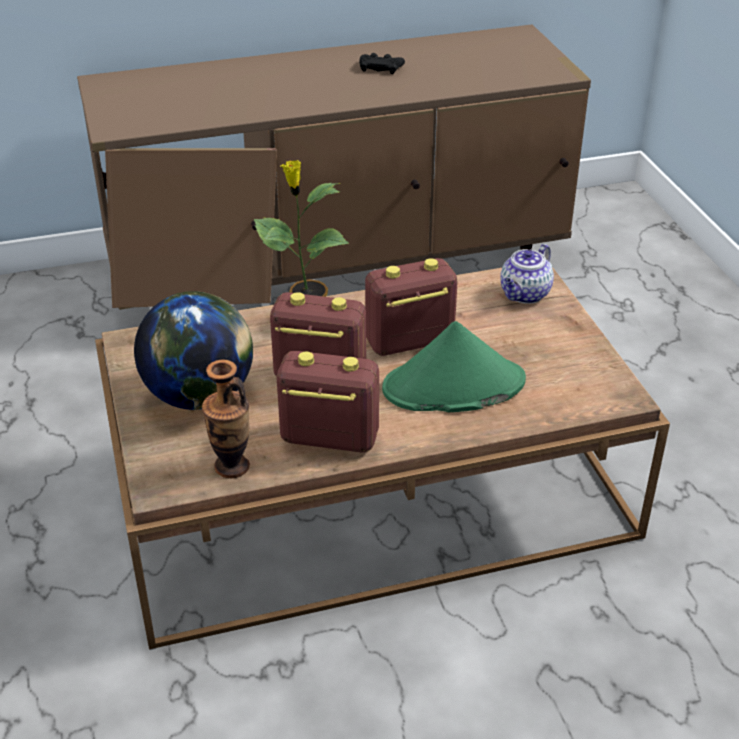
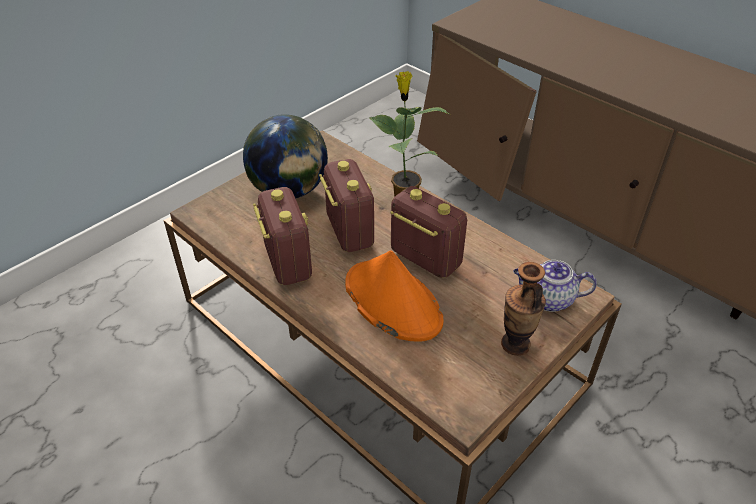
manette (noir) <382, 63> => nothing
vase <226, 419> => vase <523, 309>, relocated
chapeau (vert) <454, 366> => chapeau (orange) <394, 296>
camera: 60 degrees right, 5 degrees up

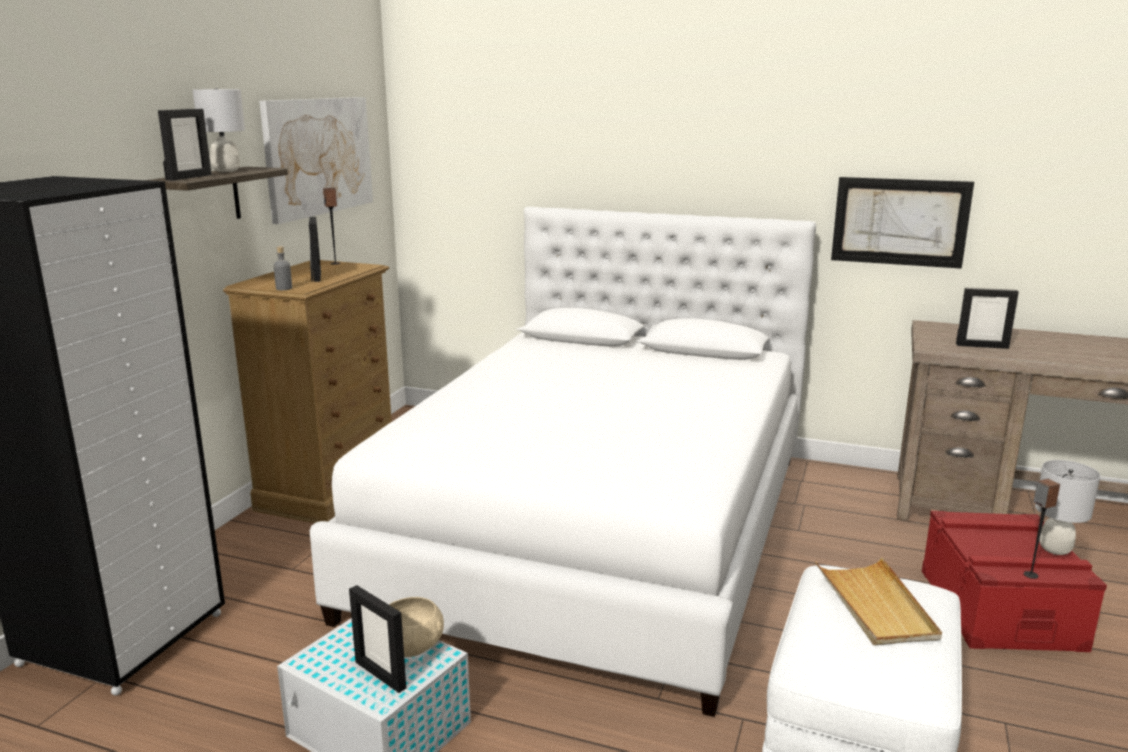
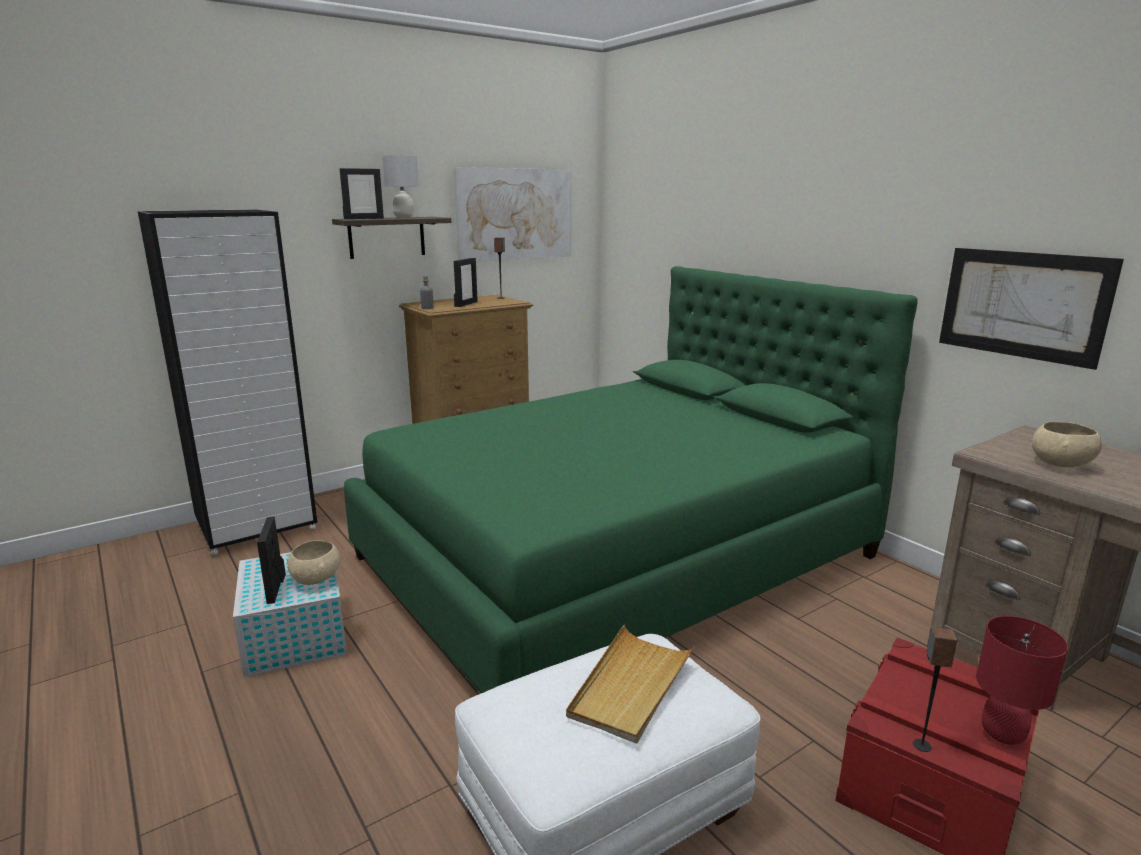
cadre photo <987, 318> => bol (beige) <1067, 444>
lit (blanc) <563, 461> => lit (vert) <631, 479>
lampe de table (gris) <1068, 507> => lampe de table (rouge) <1022, 680>
camera: 35 degrees right, 0 degrees up

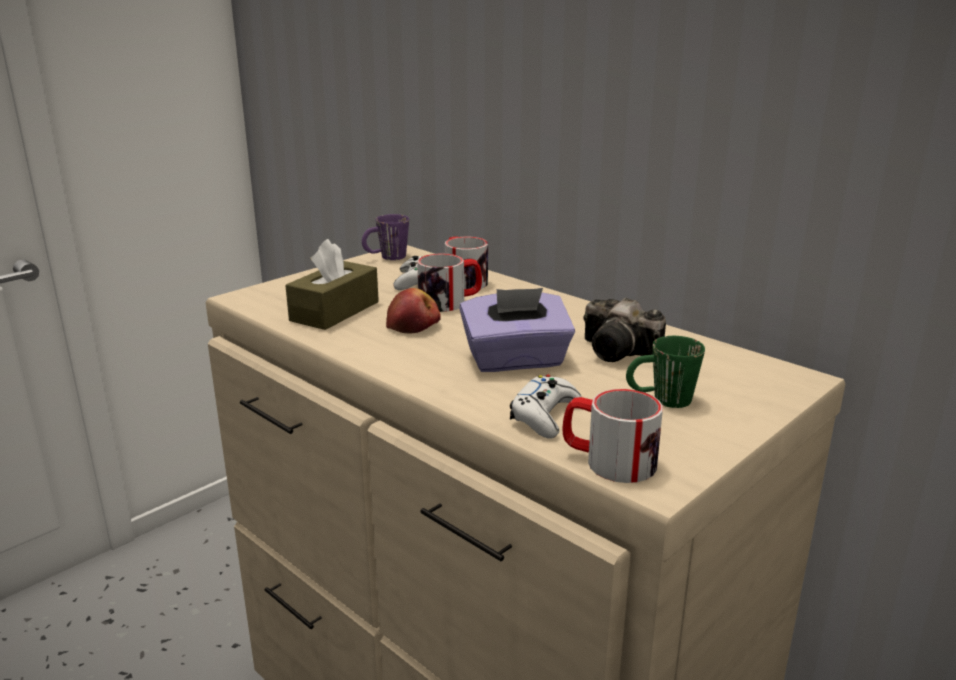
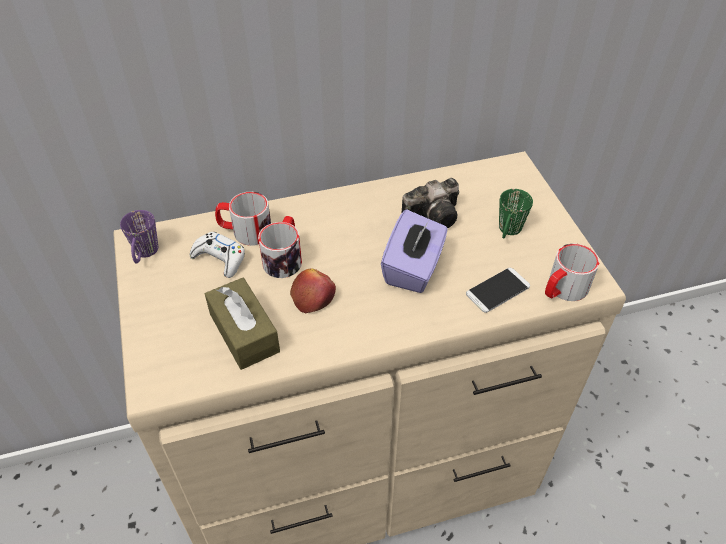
manette (blanc) <546, 407> => téléphone <498, 290>
camera: 60 degrees left, 25 degrees up

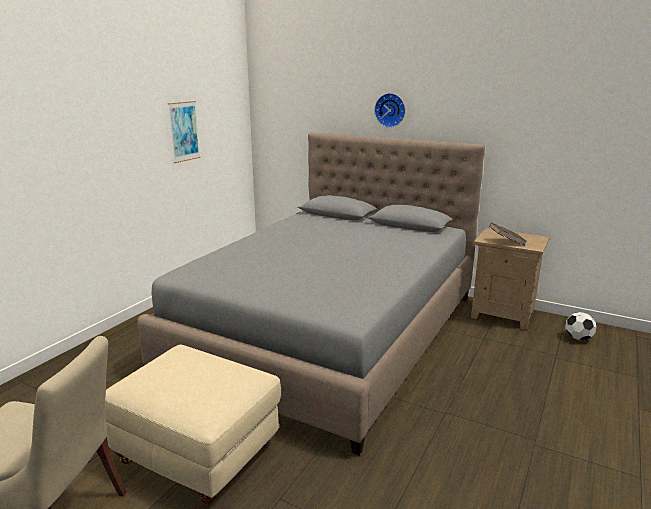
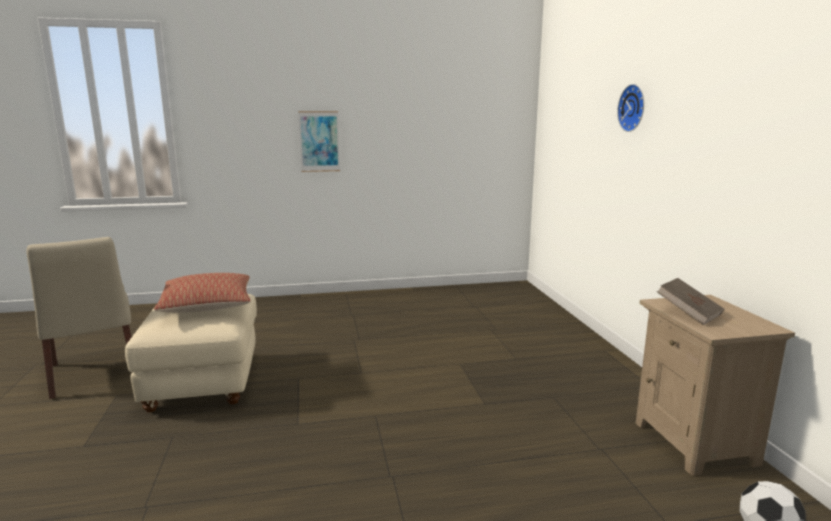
lit (gris) <311, 293> => nothing
nothing => coussin <202, 293>
tableau <184, 132> => tableau <319, 141>, relocated
camera: 50 degrees right, 5 degrees down

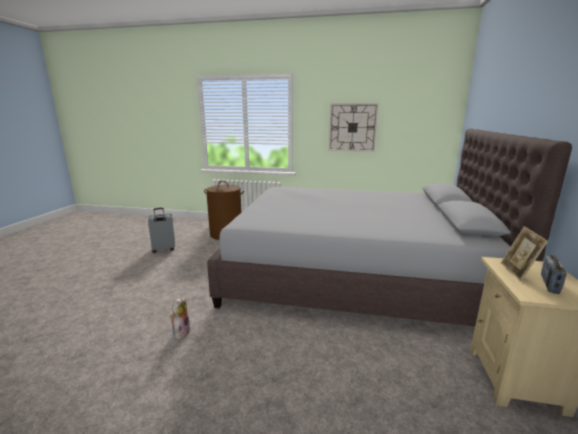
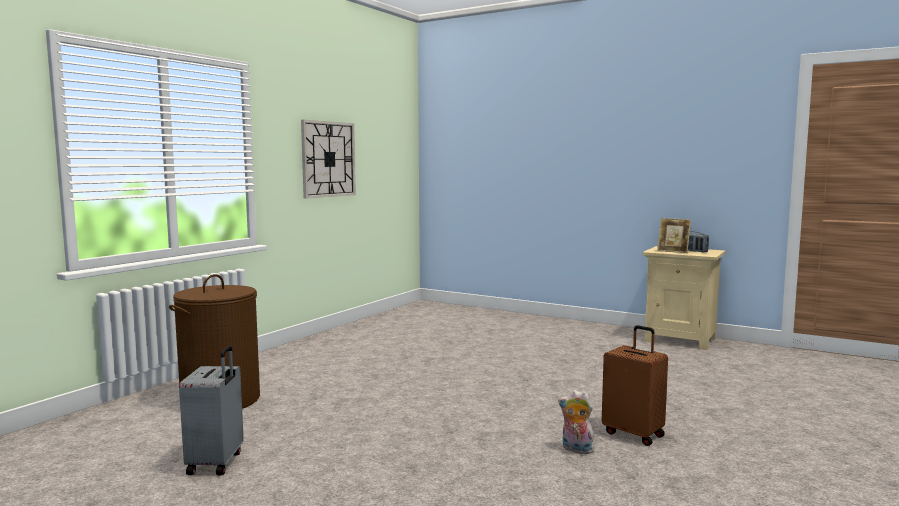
lit (gris) <389, 227> => nothing
nothing => valise (marron) <635, 385>
camera: 70 degrees left, 10 degrees down

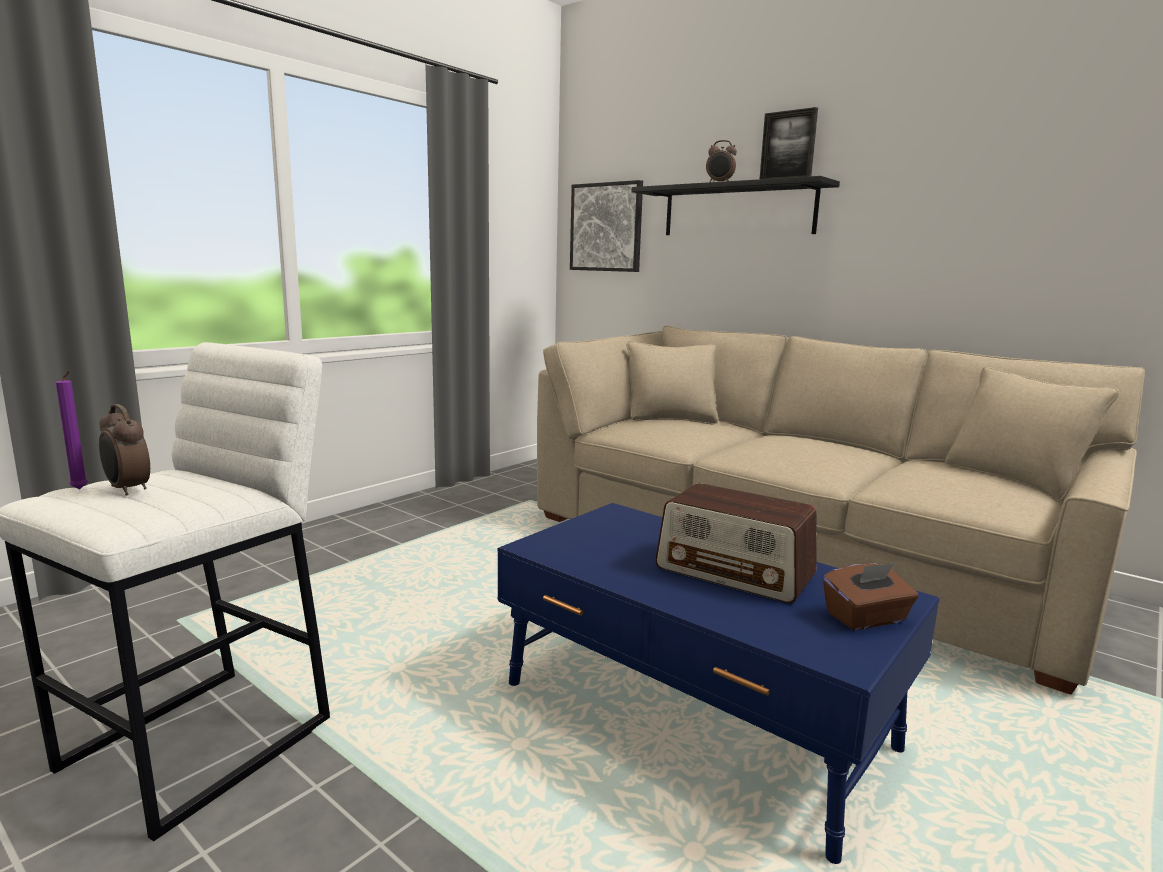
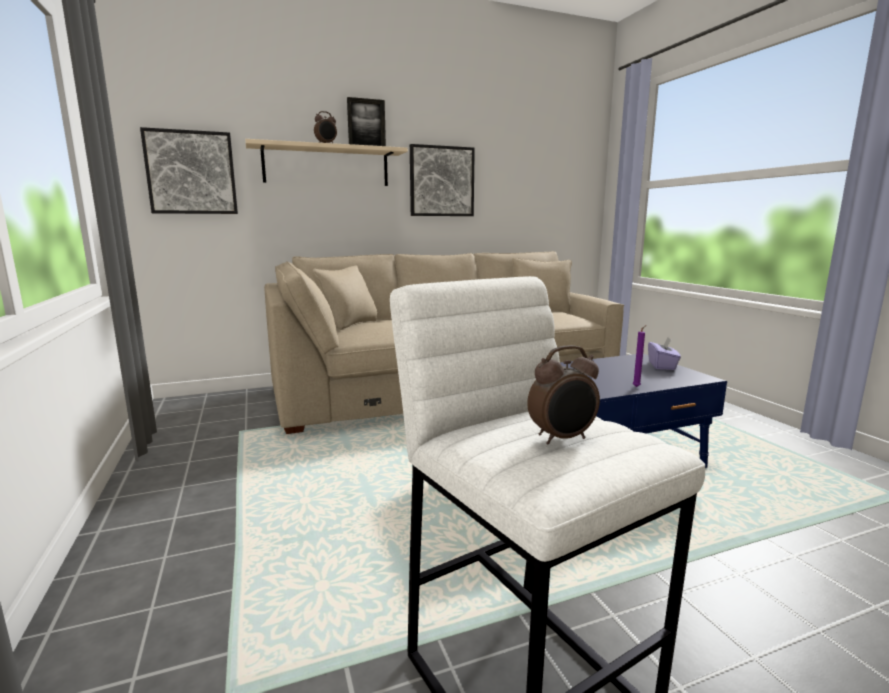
radio <736, 543> => nothing
nothing => tableau <442, 180>
bougie (violet) <72, 429> => bougie (violet) <639, 356>, relocated
étagère (noir) <736, 205> => étagère (beige) <326, 162>
boîte à mouchoirs (marron) <871, 596> => boîte à mouchoirs (violet) <664, 354>
camera: 60 degrees left, 0 degrees up

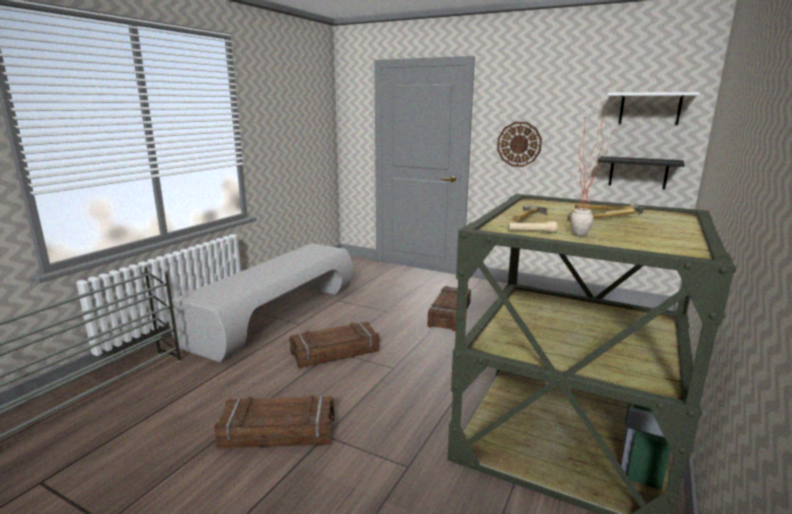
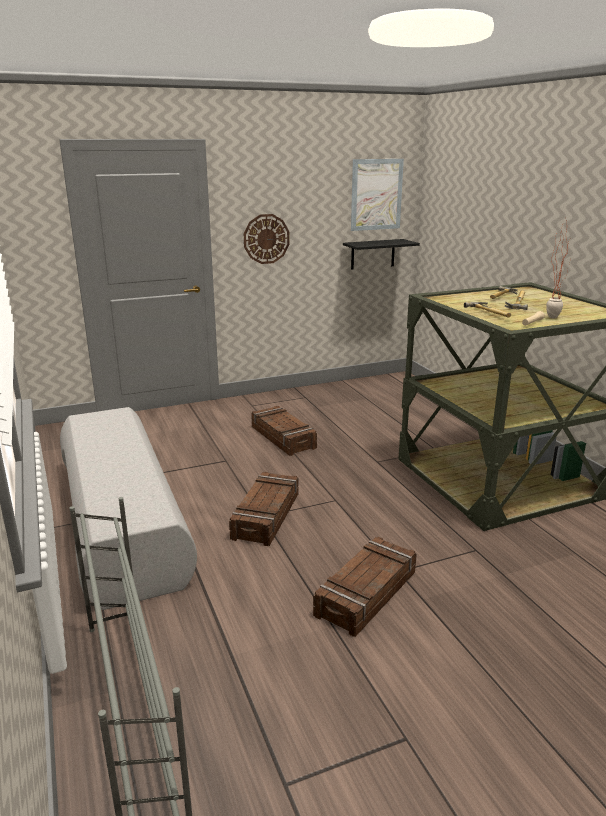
étagère (blanc) <654, 108> => tableau <377, 195>
camera: 50 degrees left, 5 degrees up

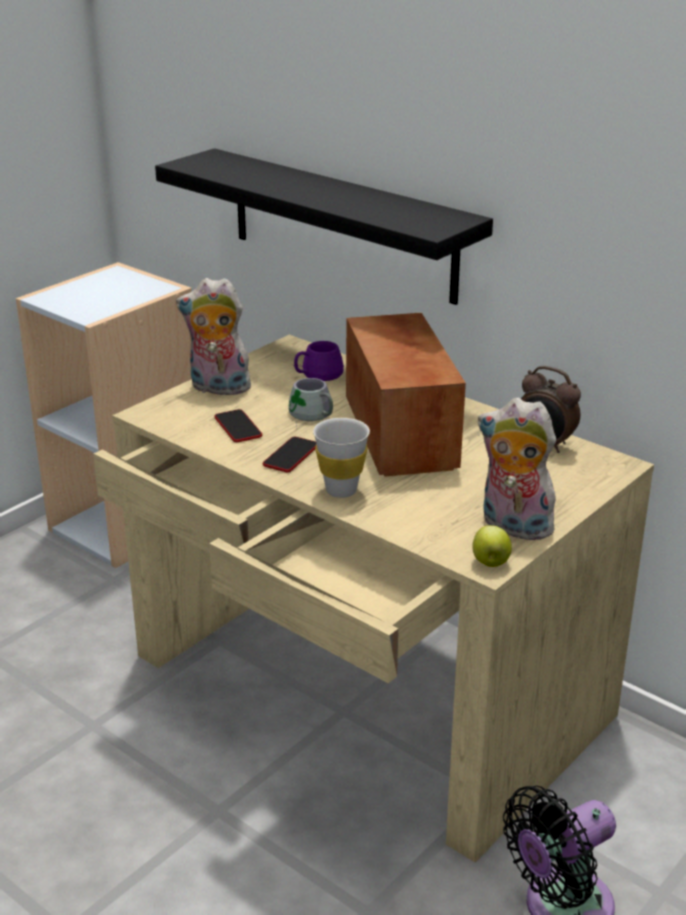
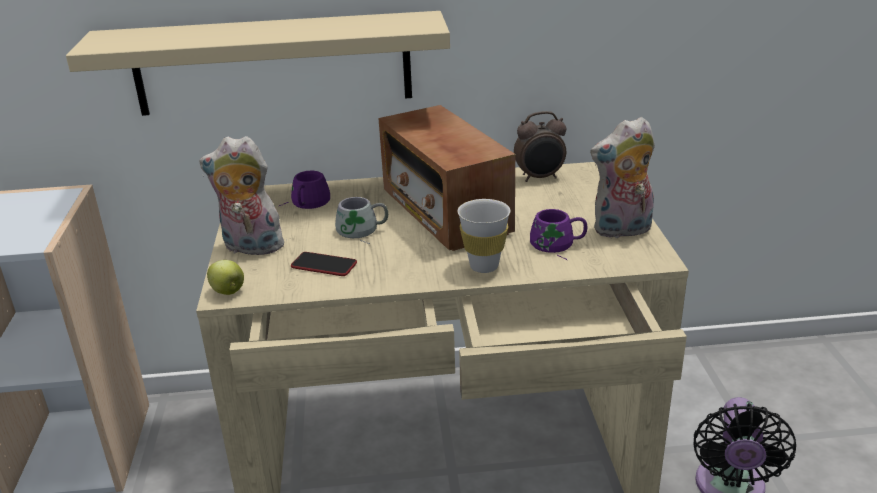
téléphone <289, 454> => nothing
nothing => mug (violet) <558, 234>
pomme <492, 546> => pomme <225, 277>, relocated
étagère (noir) <324, 226> => étagère (beige) <258, 63>
peluche <213, 338> => peluche <241, 195>, 45 degrees clockwise
radio <406, 395> => radio <446, 178>, 150 degrees counterclockwise
camera: 45 degrees left, 0 degrees up

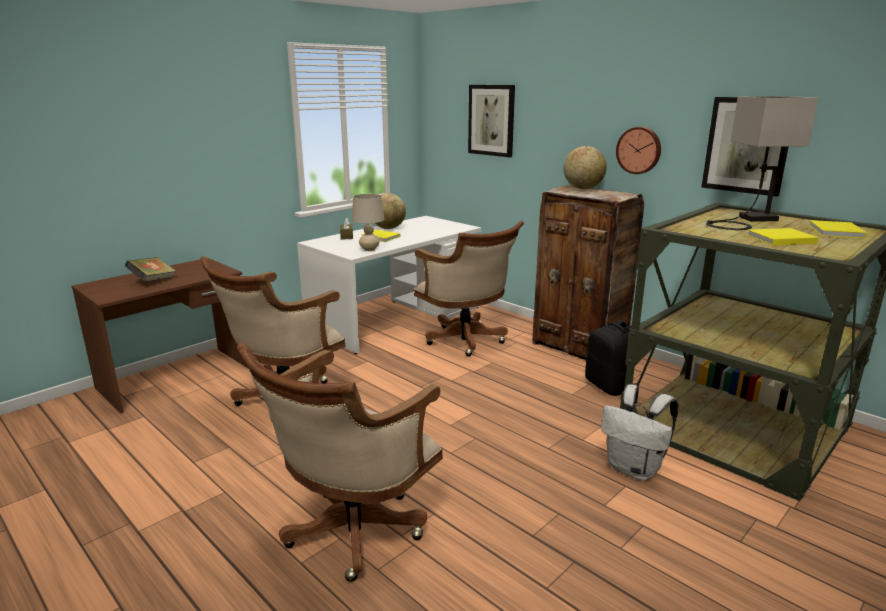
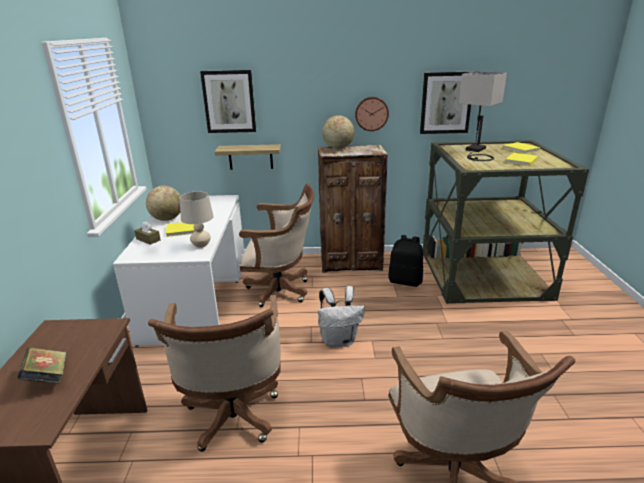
nothing => étagère <247, 157>
sac à dos (blanc) <640, 432> => sac à dos (blanc) <341, 316>, relocated
camera: 45 degrees left, 5 degrees up

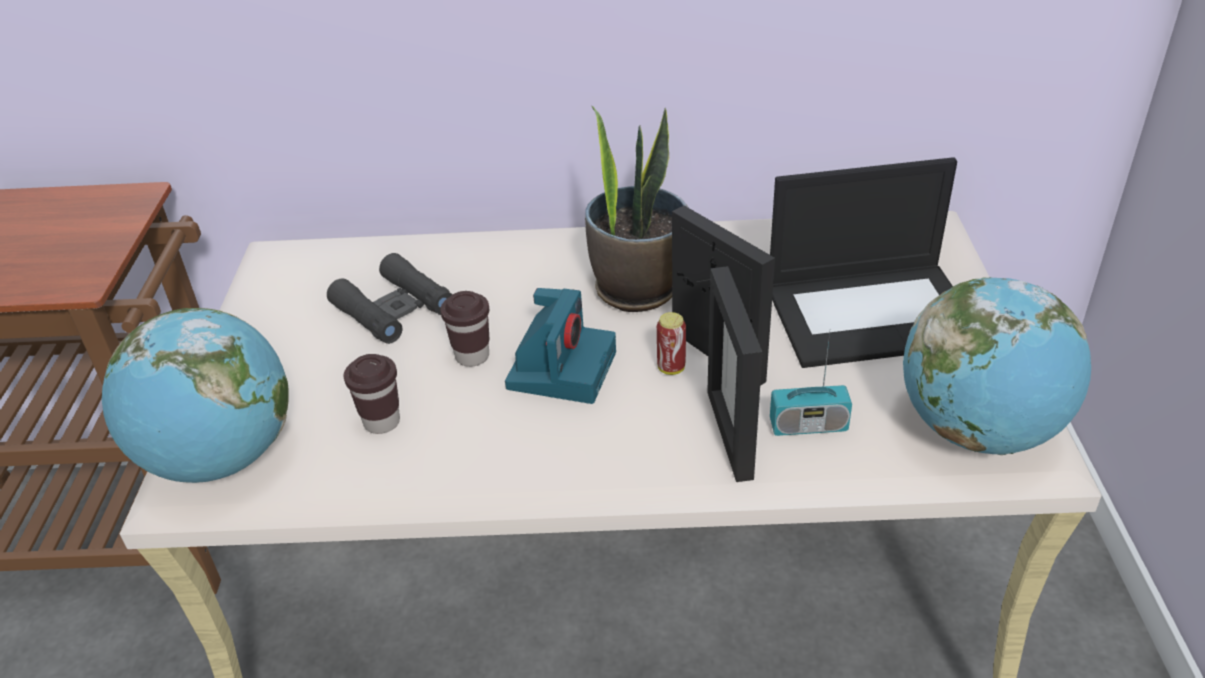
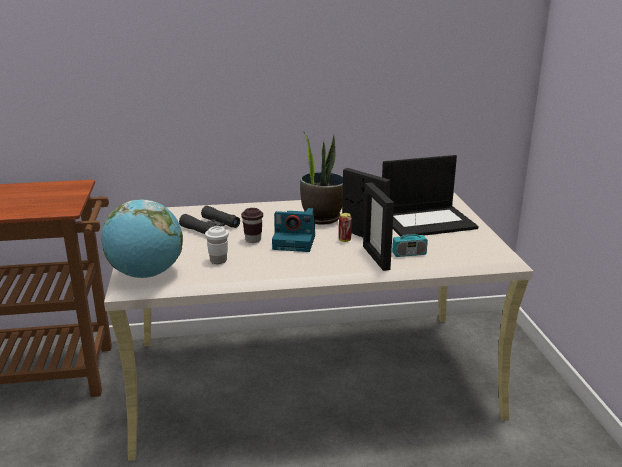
globe <997, 366> => nothing
tasse (marron) <372, 394> => tasse (blanc) <217, 245>
appareil photo <560, 346> => appareil photo <293, 230>, 90 degrees clockwise
camera: 10 degrees left, 15 degrees down

